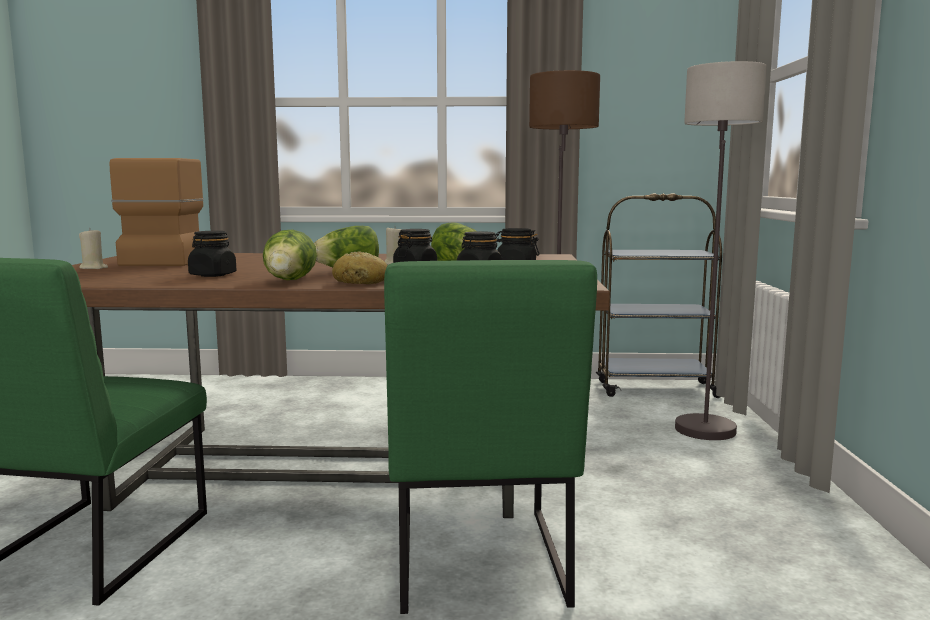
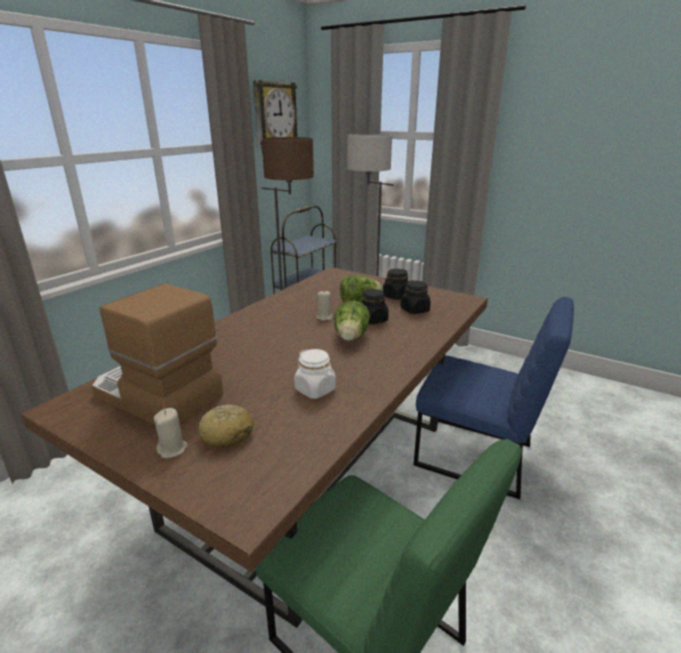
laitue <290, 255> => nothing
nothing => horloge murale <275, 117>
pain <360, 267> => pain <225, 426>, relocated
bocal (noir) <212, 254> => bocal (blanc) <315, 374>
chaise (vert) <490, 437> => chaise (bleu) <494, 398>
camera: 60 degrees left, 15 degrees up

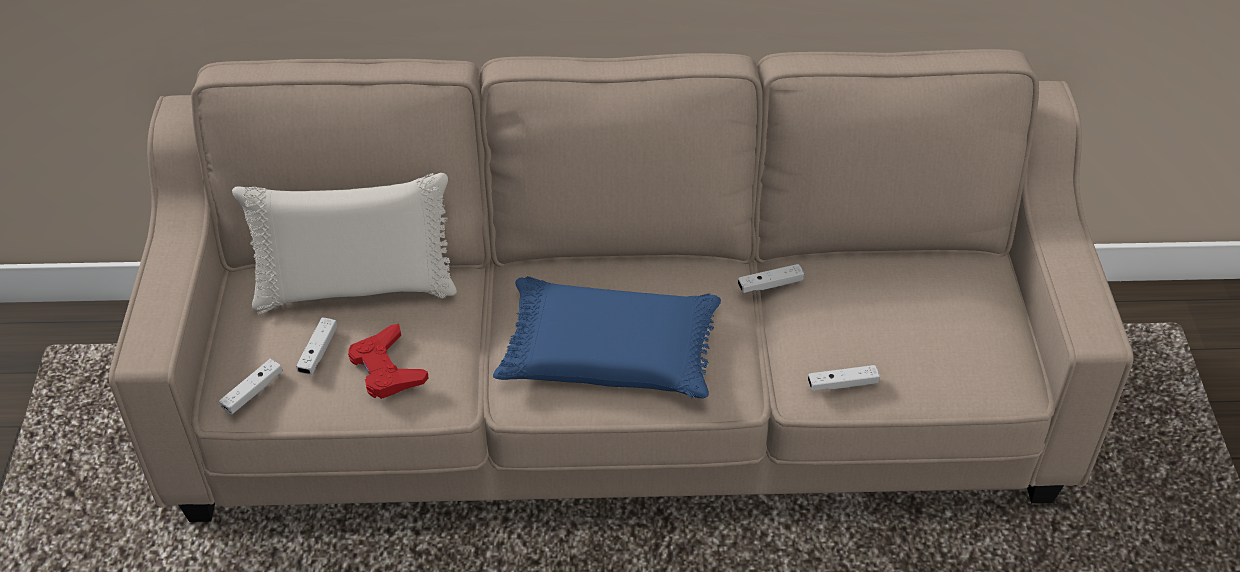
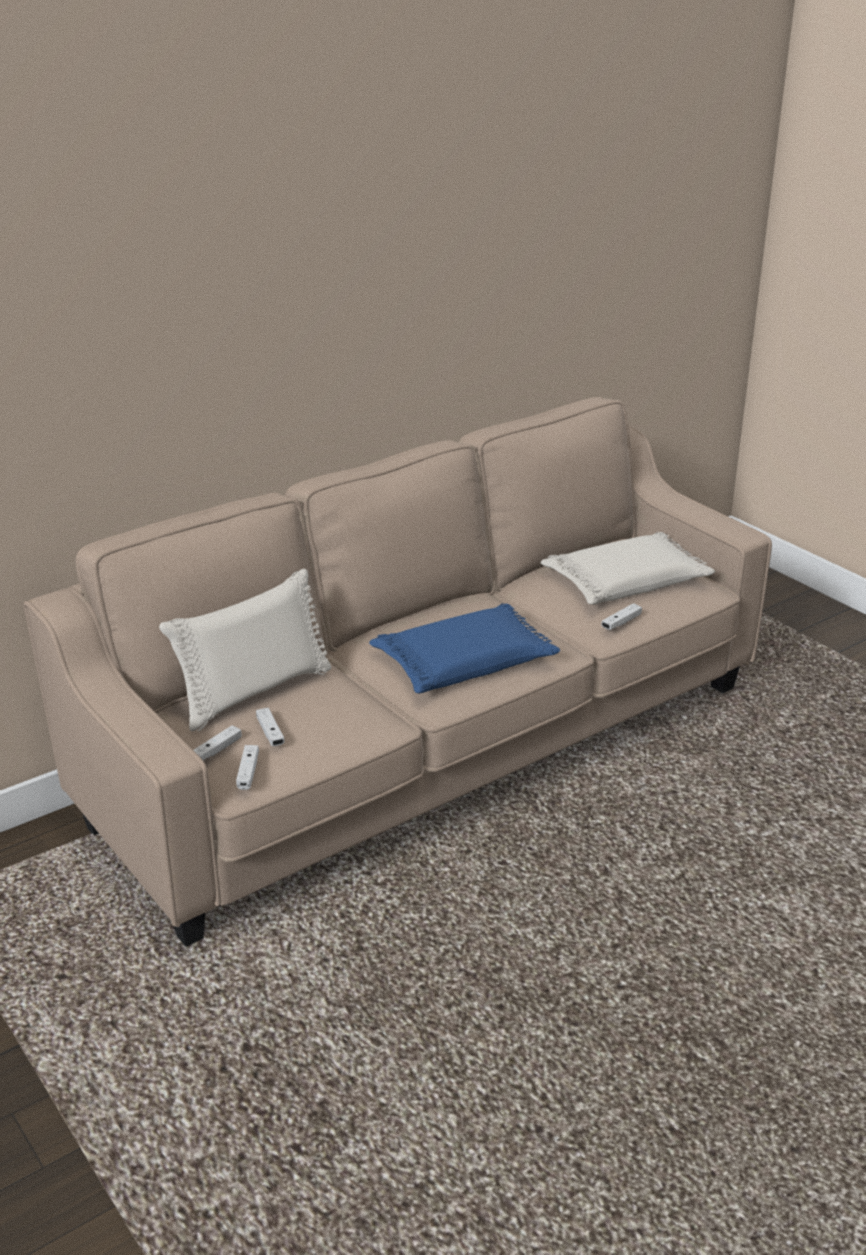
manette (rouge) <388, 361> => nothing
nothing => coussin (blanc) <628, 568>
manette (blanc) <771, 278> => manette (blanc) <218, 742>, relocated
camera: 35 degrees left, 15 degrees down

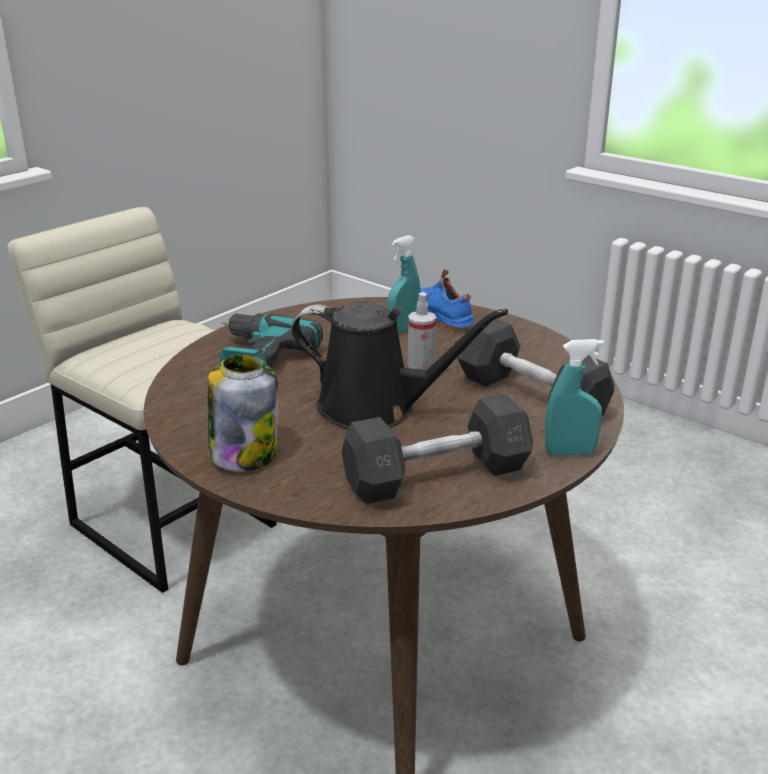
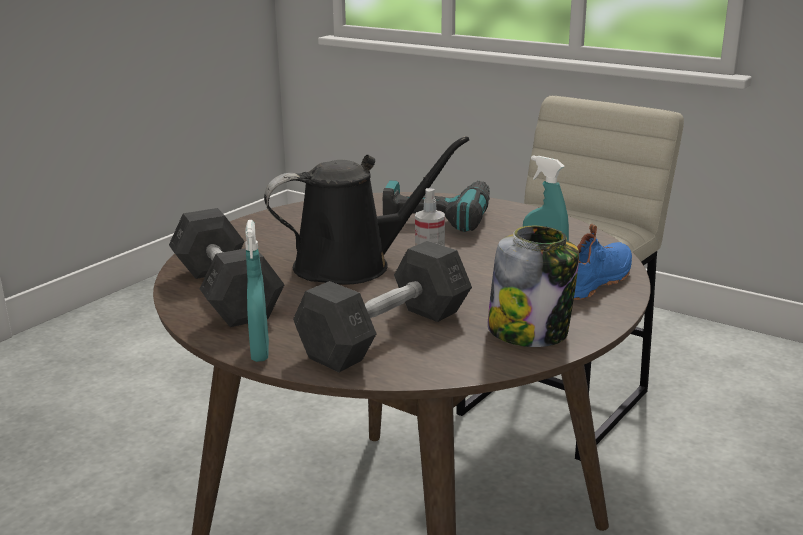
bocal <243, 412> => bocal <533, 286>, relocated
arrosoir (noir) <399, 365> => arrosoir (noir) <366, 210>, 120 degrees counterclockwise
camera: 85 degrees right, 5 degrees down

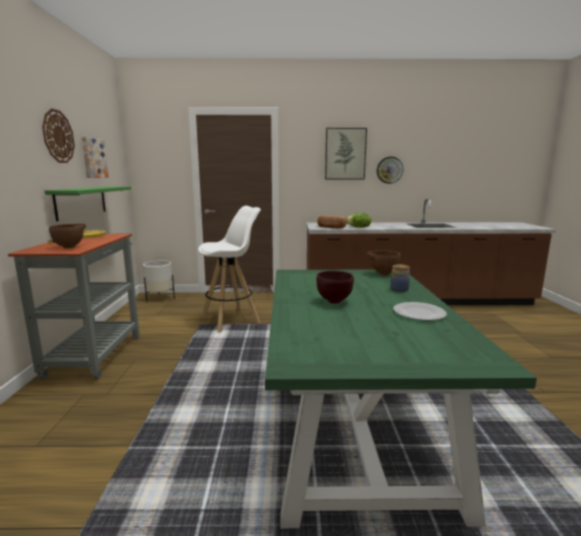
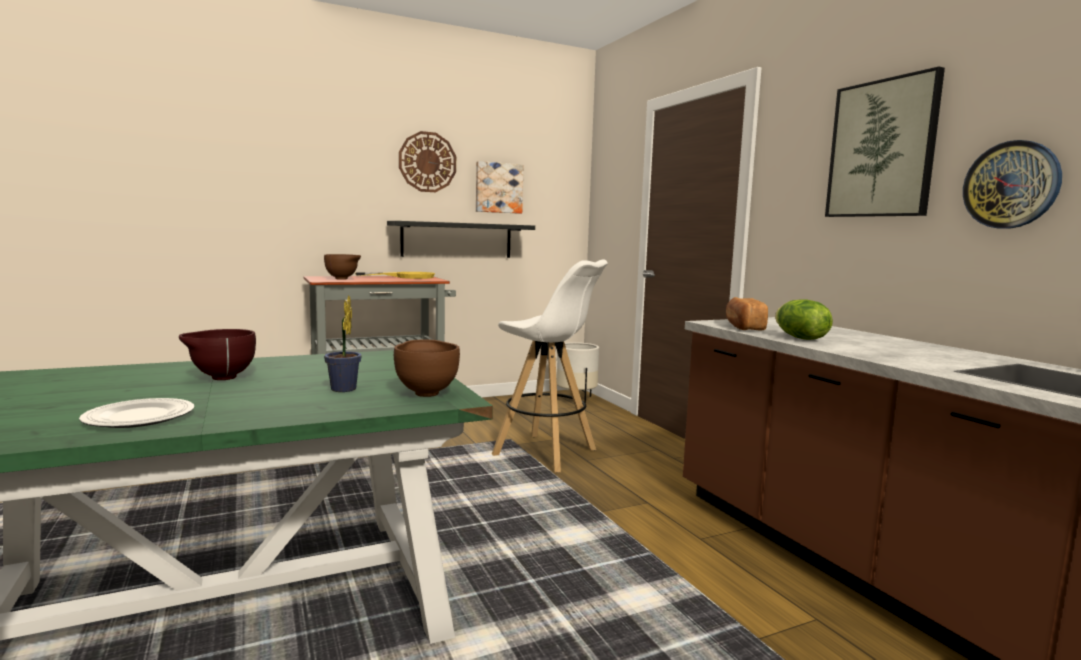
bocal <400, 278> => nothing
nothing => plante en pot <343, 343>
étagère (vert) <88, 203> => étagère (noir) <461, 239>
camera: 65 degrees right, 5 degrees down

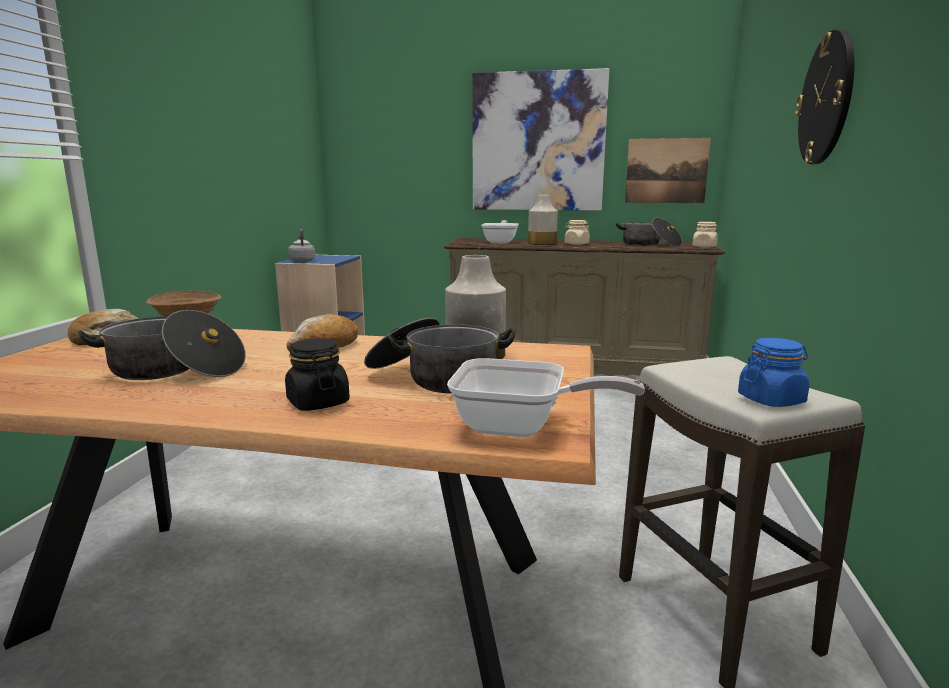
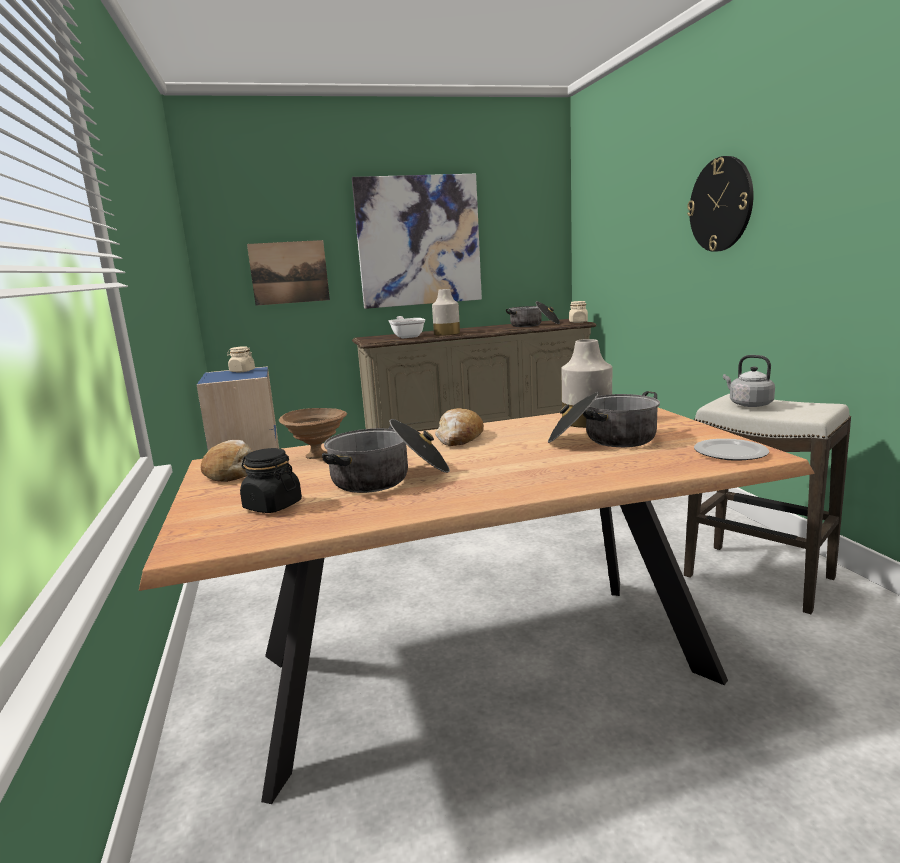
bocal (bleu) <774, 372> => nothing
bocal (noir) <317, 374> => bocal (noir) <271, 480>, relocated
bouilloire (gris) <301, 245> => bouilloire (gris) <749, 381>, relocated
bocal (beige) <577, 232> => bocal (beige) <241, 359>, relocated
tableau <668, 170> => tableau <288, 273>, relocated
poêle <546, 397> => assiette <731, 450>
camera: 25 degrees left, 0 degrees up

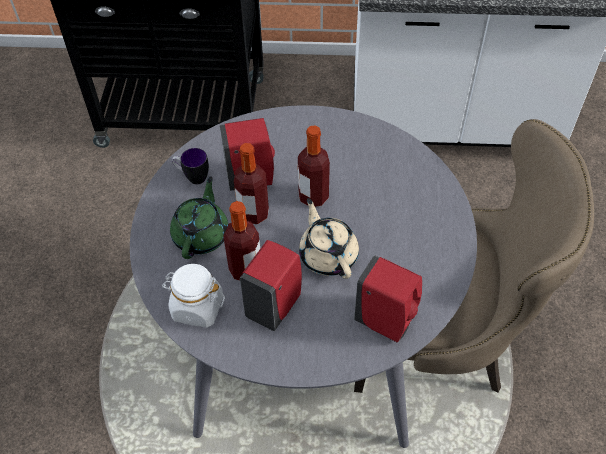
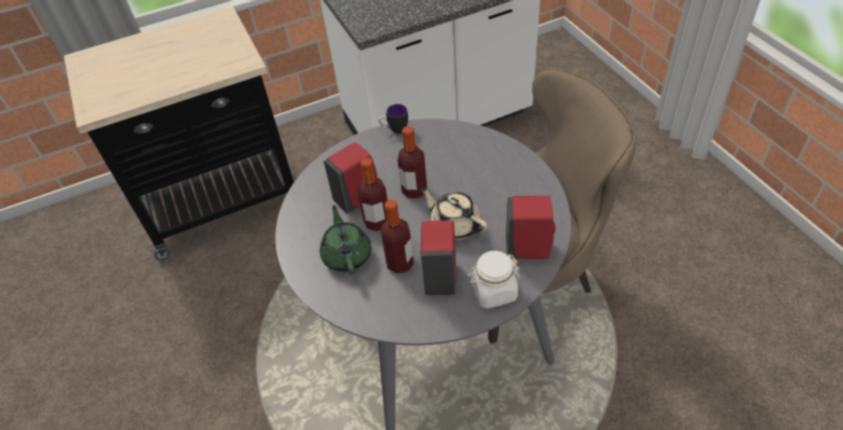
bocal (blanc) <193, 296> => bocal (blanc) <493, 280>, relocated
mug <190, 166> => mug <393, 119>, relocated
camera: 25 degrees left, 5 degrees down

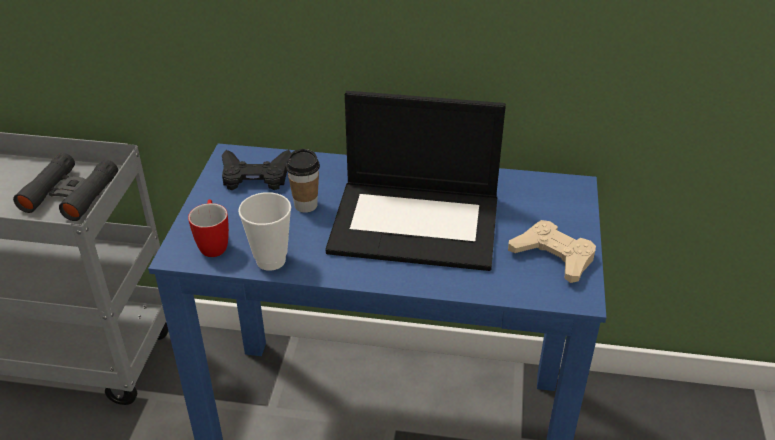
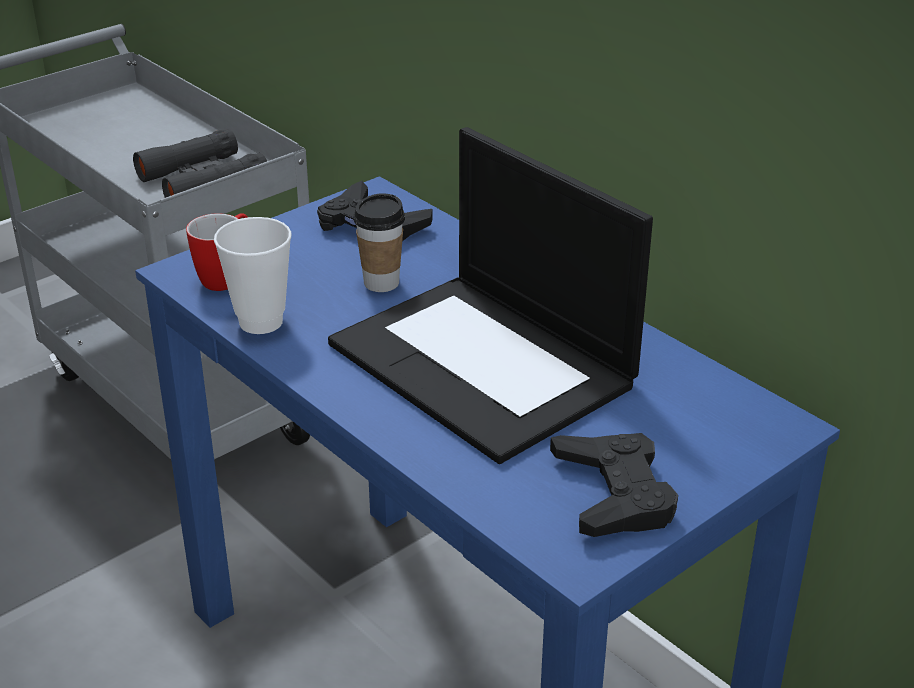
manette (beige) <552, 251> => manette (noir) <614, 485>
camera: 40 degrees right, 5 degrees down

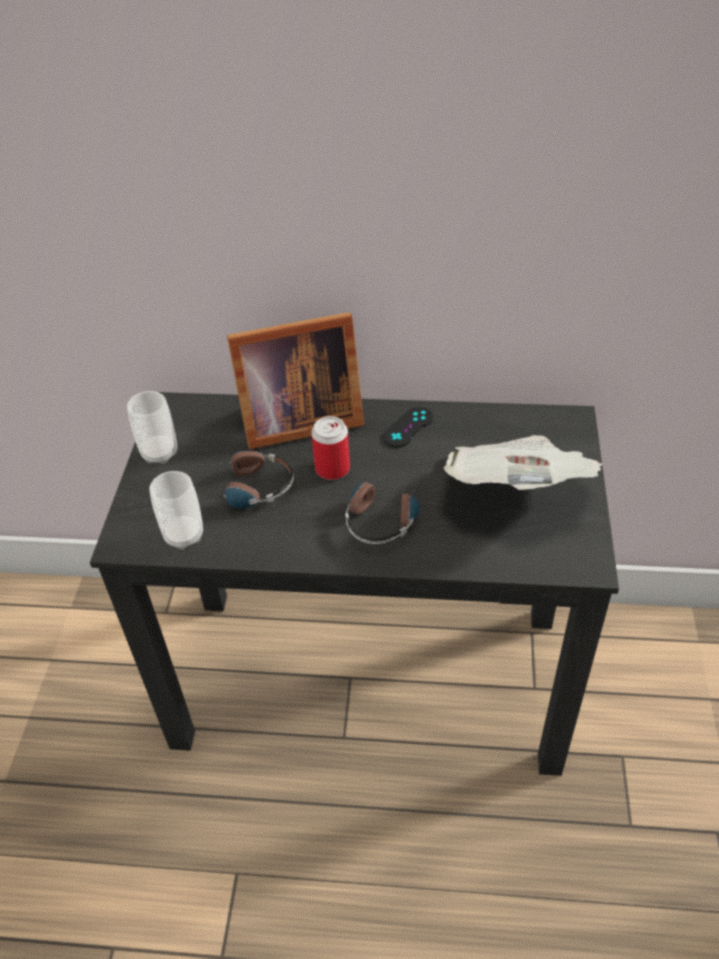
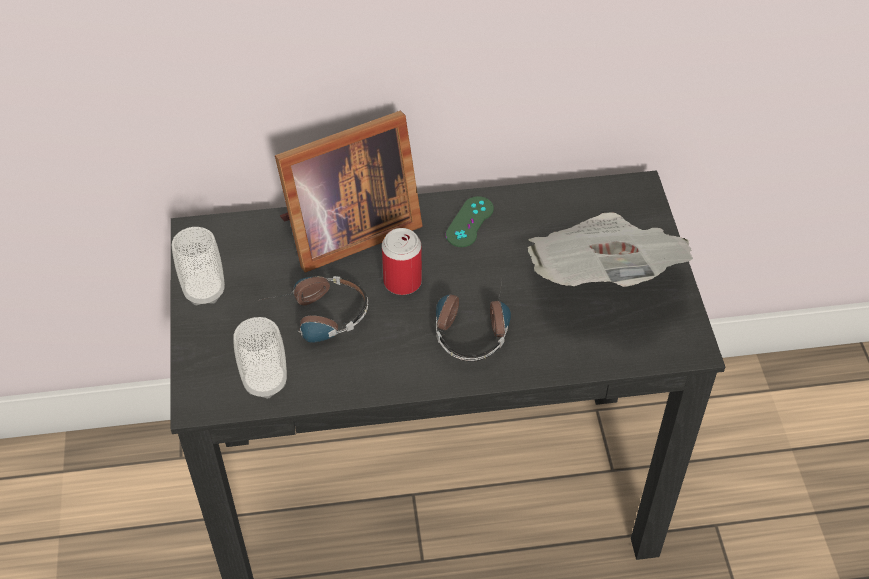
manette (noir) <408, 427> => manette (vert) <470, 221>
camera: 15 degrees left, 5 degrees up

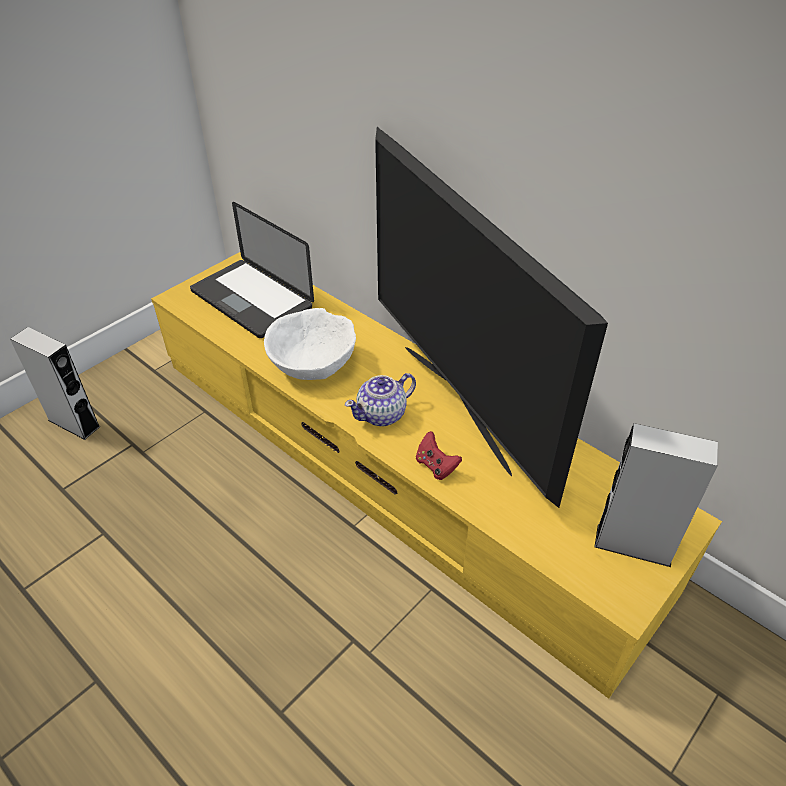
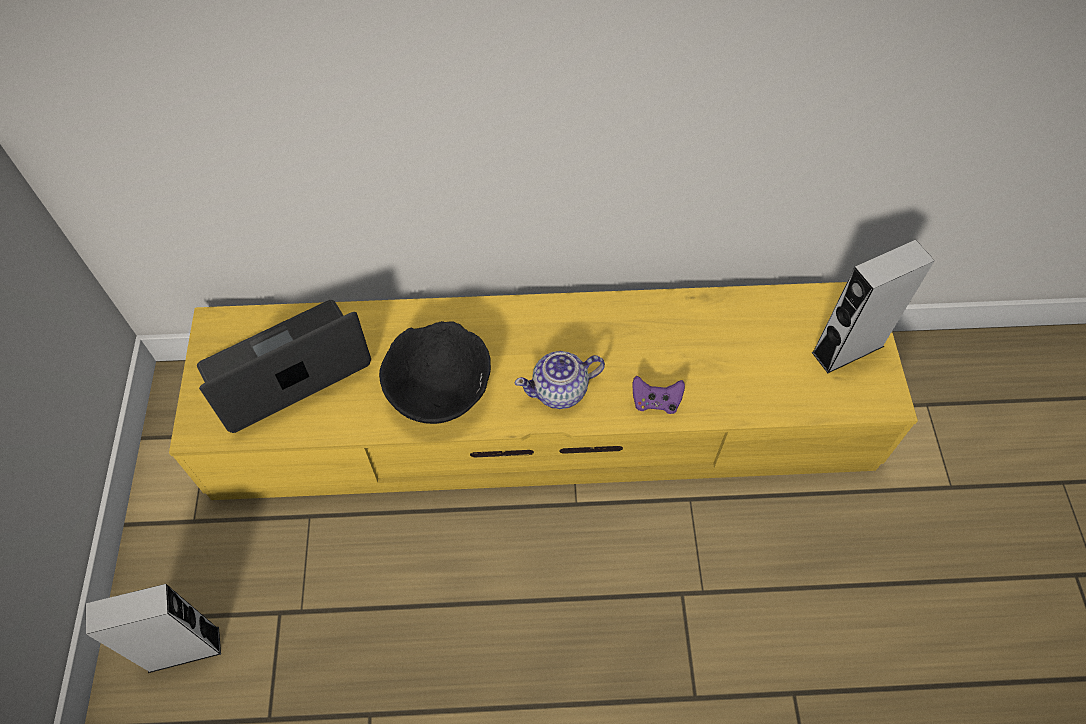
téléviseur <491, 317> => nothing
bol (blanc) <310, 344> => bol (noir) <435, 372>
manette (rouge) <439, 455> => manette (violet) <658, 395>
ordinateur portable <252, 270> => ordinateur portable <284, 366>, 150 degrees clockwise
théière <380, 399> => théière <560, 380>, 60 degrees clockwise
camera: 45 degrees left, 15 degrees up

